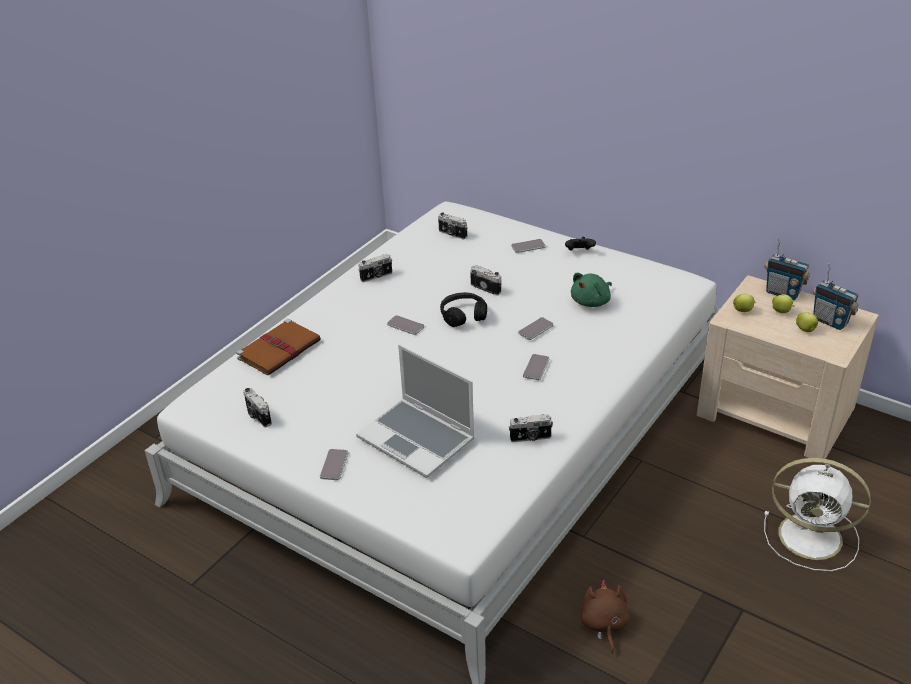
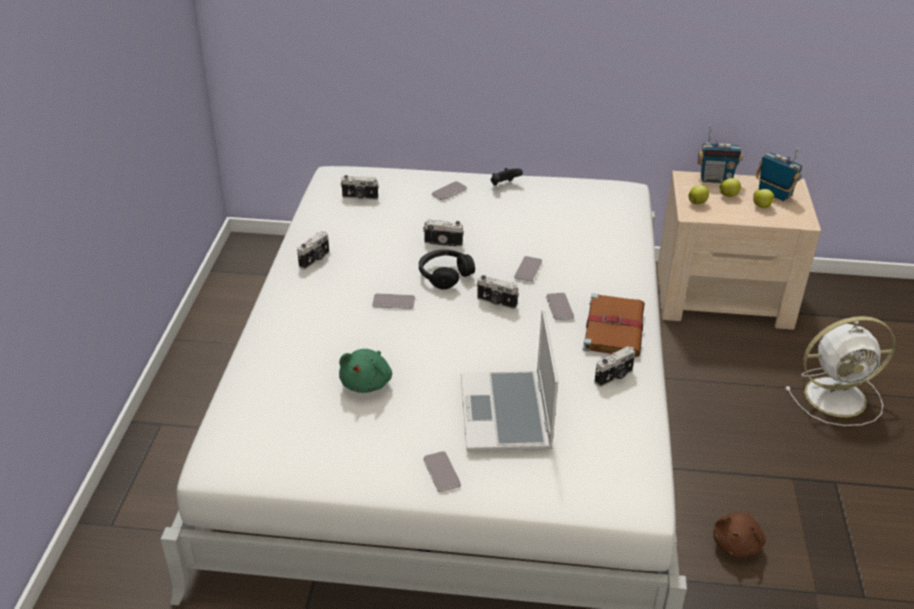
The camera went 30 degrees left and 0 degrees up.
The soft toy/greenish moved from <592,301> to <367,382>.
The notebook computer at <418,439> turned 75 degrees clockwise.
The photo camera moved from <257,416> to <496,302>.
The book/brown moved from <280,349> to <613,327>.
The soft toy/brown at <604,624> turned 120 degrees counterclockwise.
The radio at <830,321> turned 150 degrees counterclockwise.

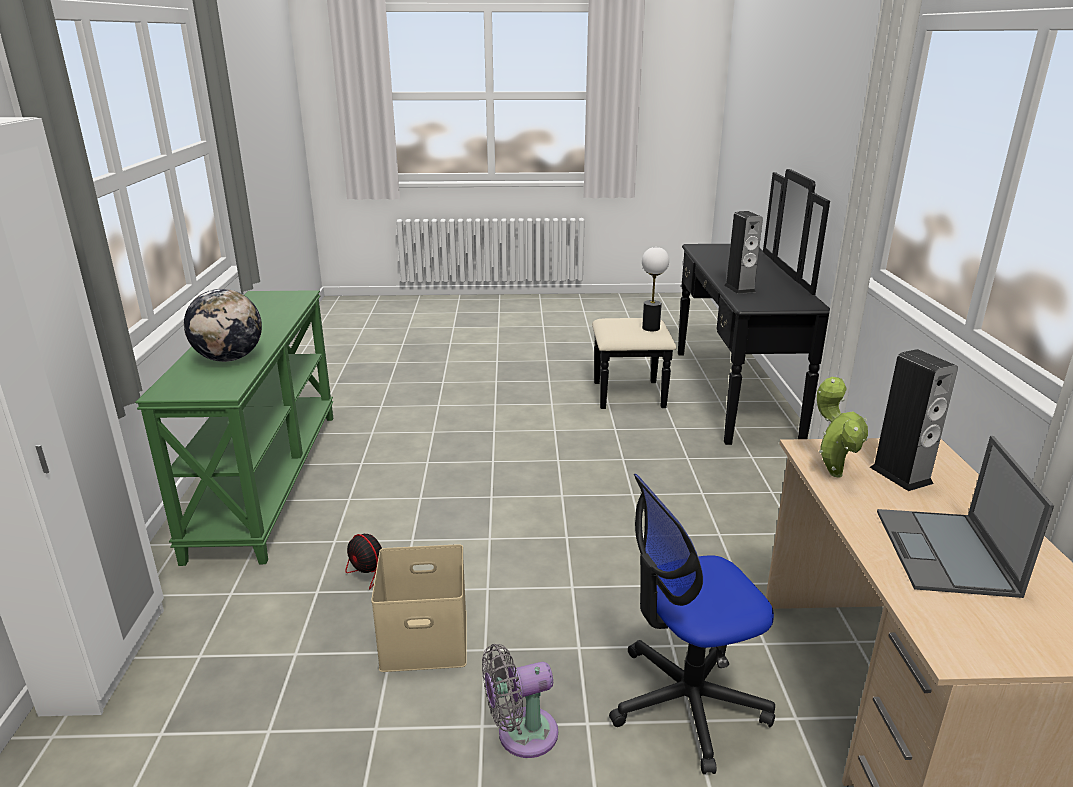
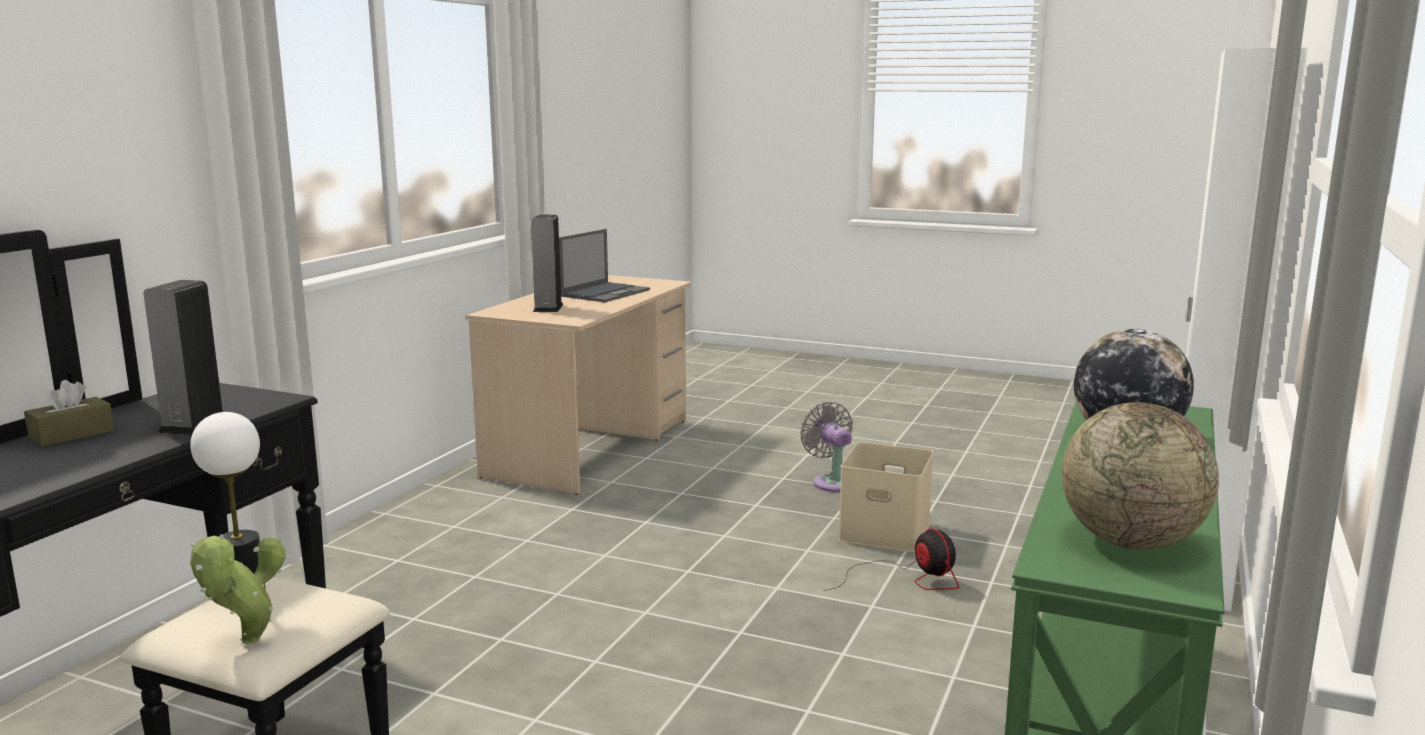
The camera went 155 degrees left and 10 degrees down.
The box of tissues/brown at <72,435> appeared.
The plant in a pot moved from <833,472> to <246,643>.
The electric fan/grey at <521,734> turned 120 degrees counterclockwise.
The globe at <1130,542> appeared.
The office chair at <686,703> disappeared.

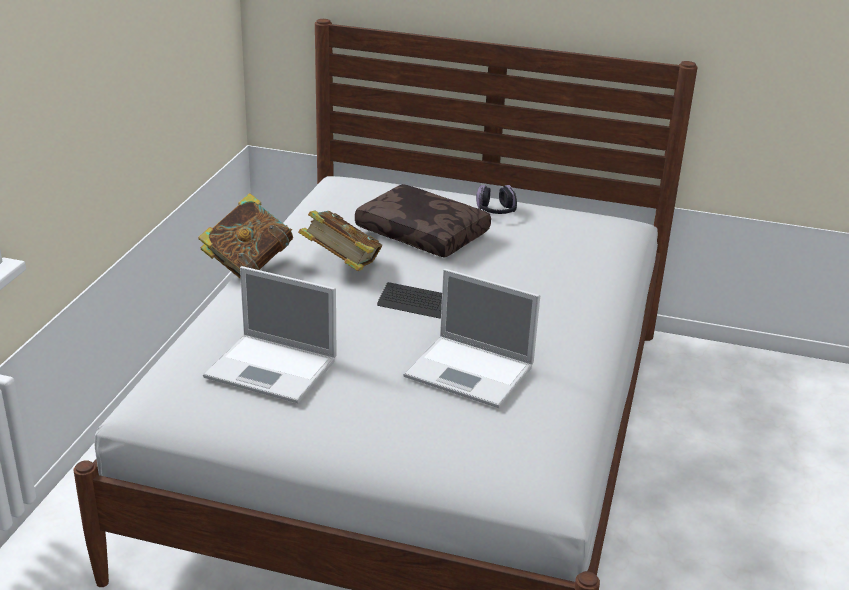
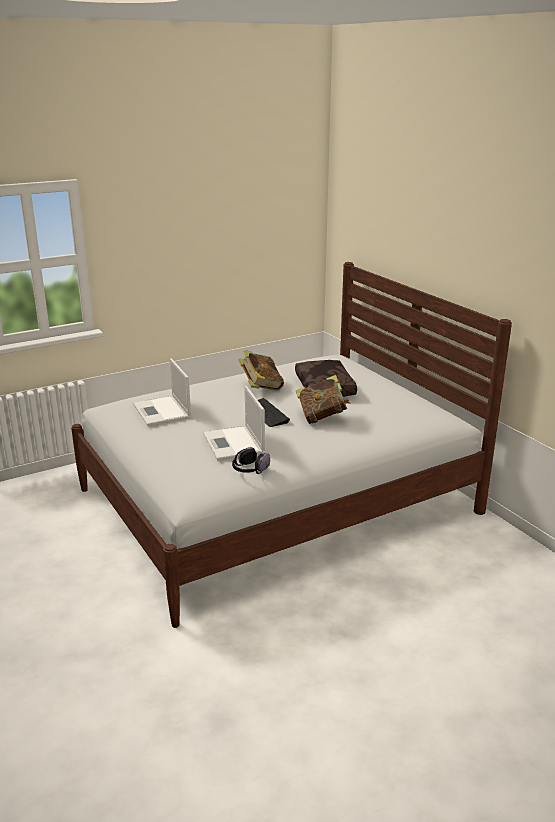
The camera went 45 degrees right and 5 degrees down.
The headphones moved from <496,212> to <249,470>.
The book moved from <248,266> to <322,417>.

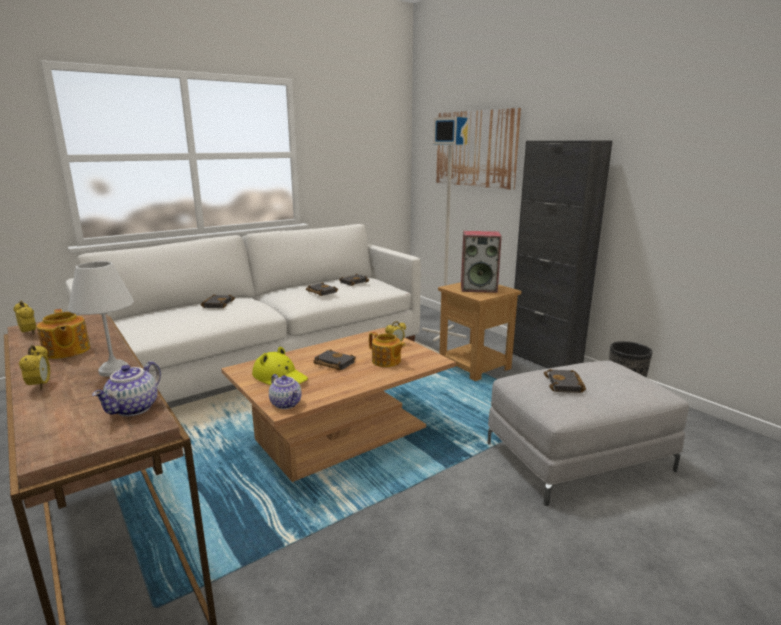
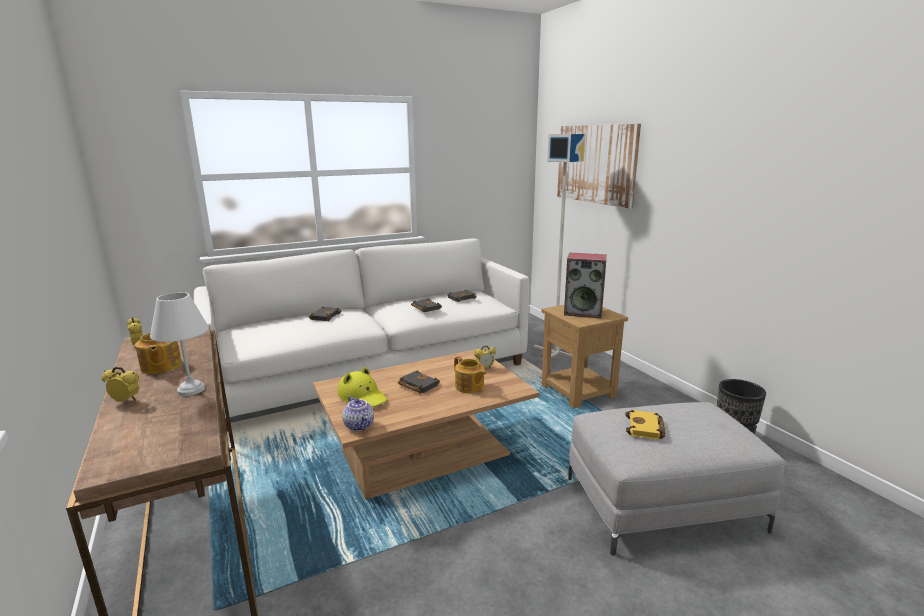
The camera went 10 degrees right and 0 degrees up.
The table clock at <40,386> turned 75 degrees counterclockwise.
The book/black at <565,385> became the book/yellow-coloured at <646,429>.
The pot for tea at <134,409> disappeared.
The storage cabinet/black at <544,360> disappeared.

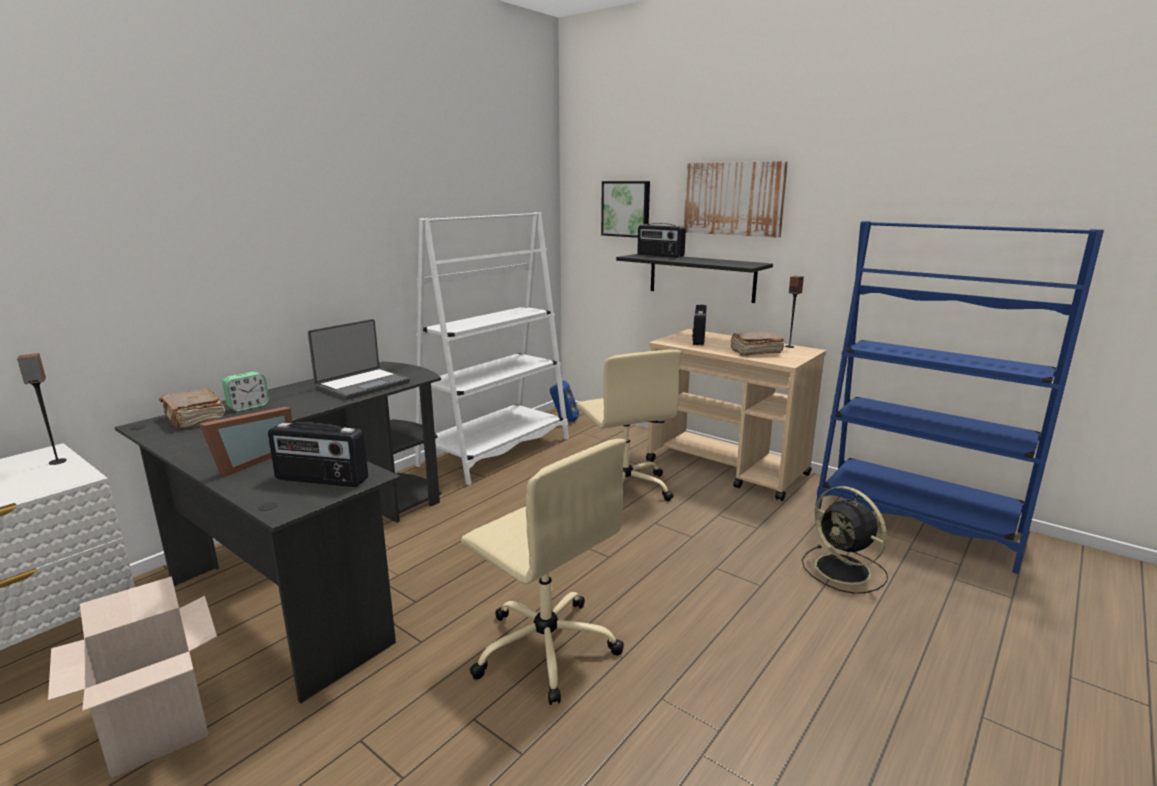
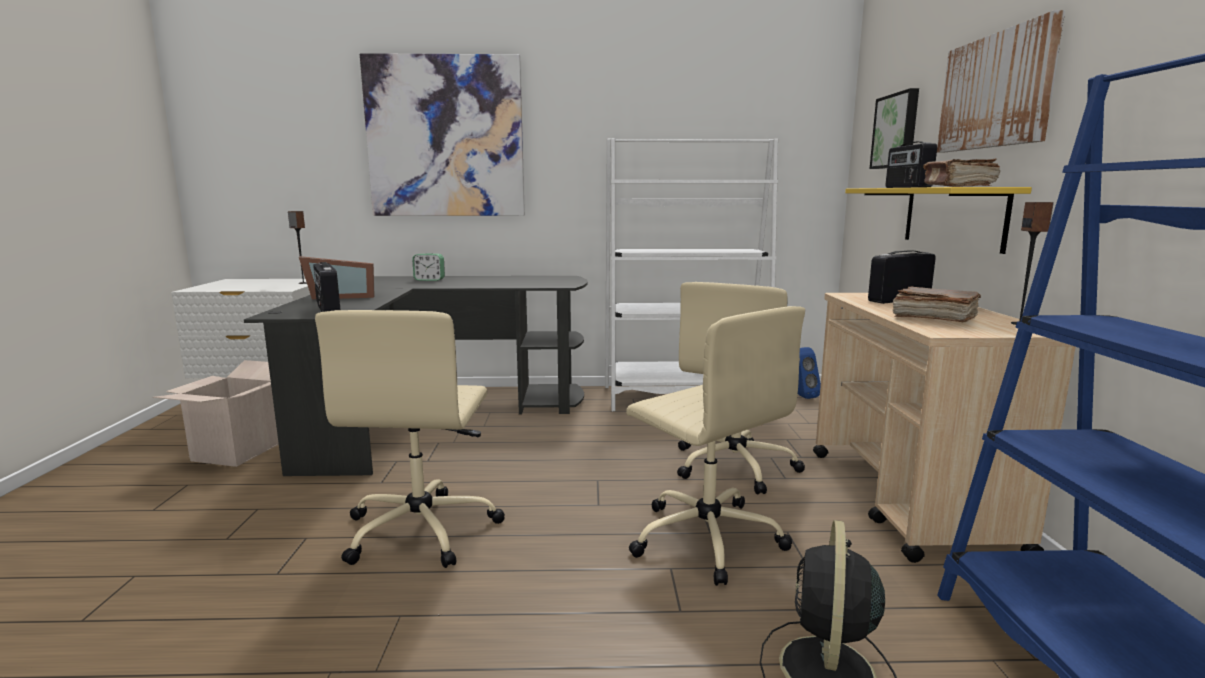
The camera went 50 degrees right and 5 degrees down.
The wall picture at <445,137> appeared.
The office chair/beige at <705,537> appeared.
The wall shelf/black at <701,277> became the wall shelf/yellow-coloured at <953,217>.
The book/brown moved from <194,419> to <957,186>.
The notebook computer at <362,385> disappeared.

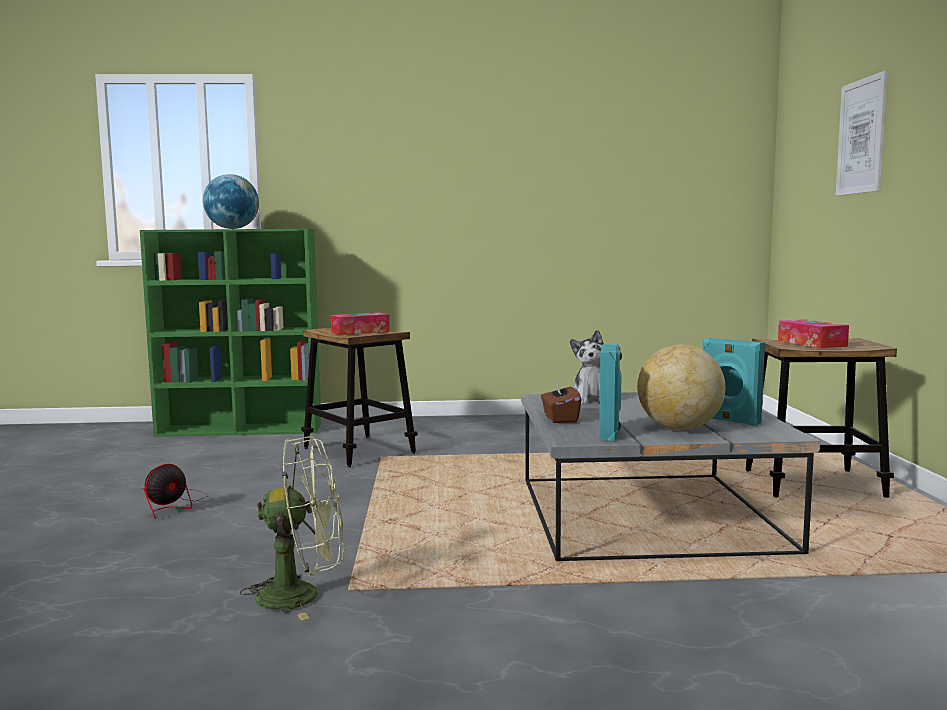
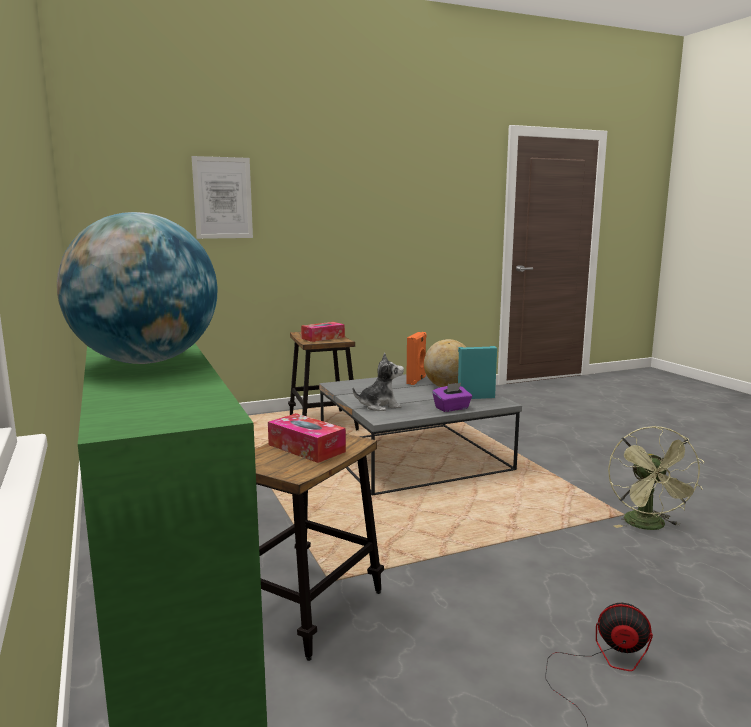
The camera went 110 degrees left and 5 degrees up.
The loudspeaker/turquoise-coloured at <729,421> became the loudspeaker/orange at <417,380>.
The box of tissues/brown at <560,418> became the box of tissues/purple at <452,408>.
The electric fan/greenish at <302,595> turned 150 degrees counterclockwise.

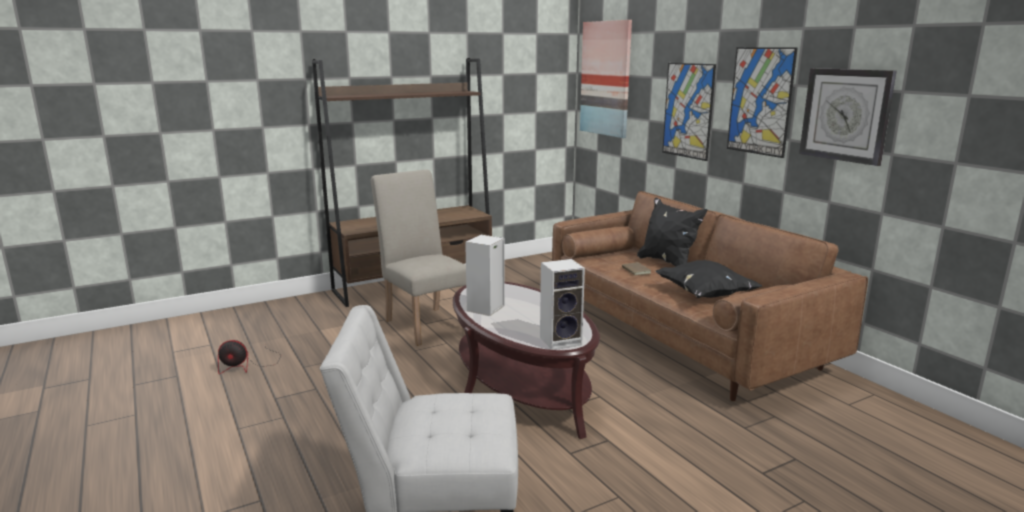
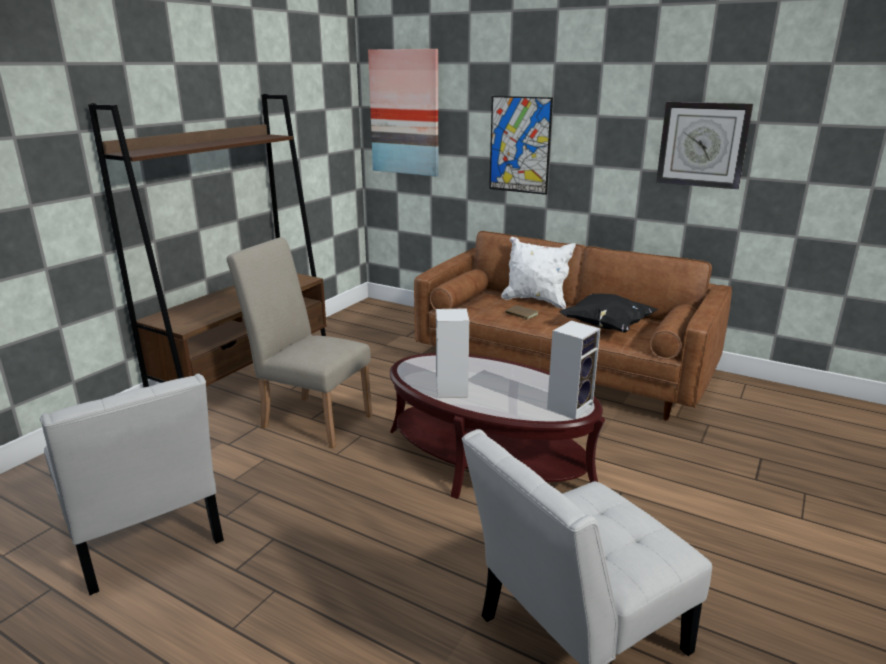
The camera went 30 degrees left and 5 degrees up.
The electric fan at <248,365> was replaced by the plain chair/whitish at <145,538>.
The cushion/black at <668,263> became the cushion/whitish at <535,301>.
The wall picture at <760,101> disappeared.

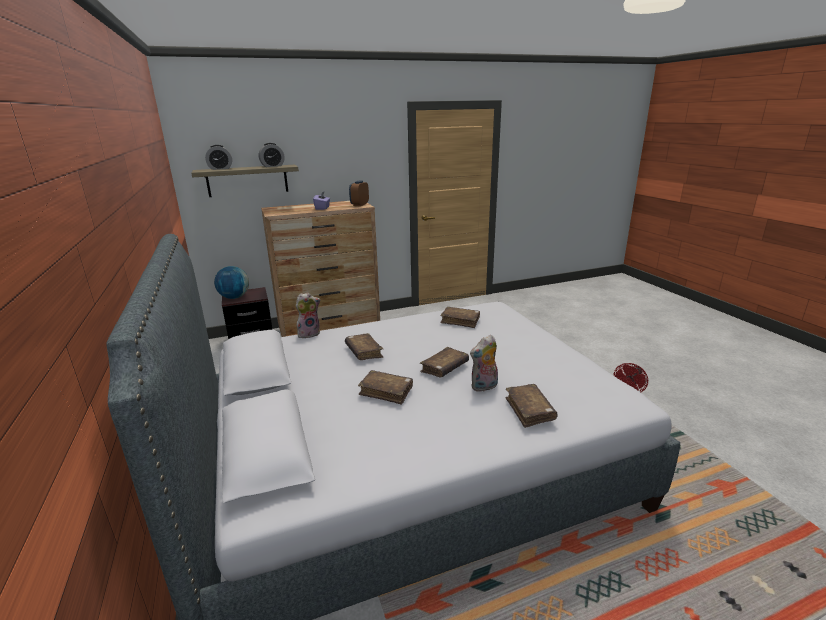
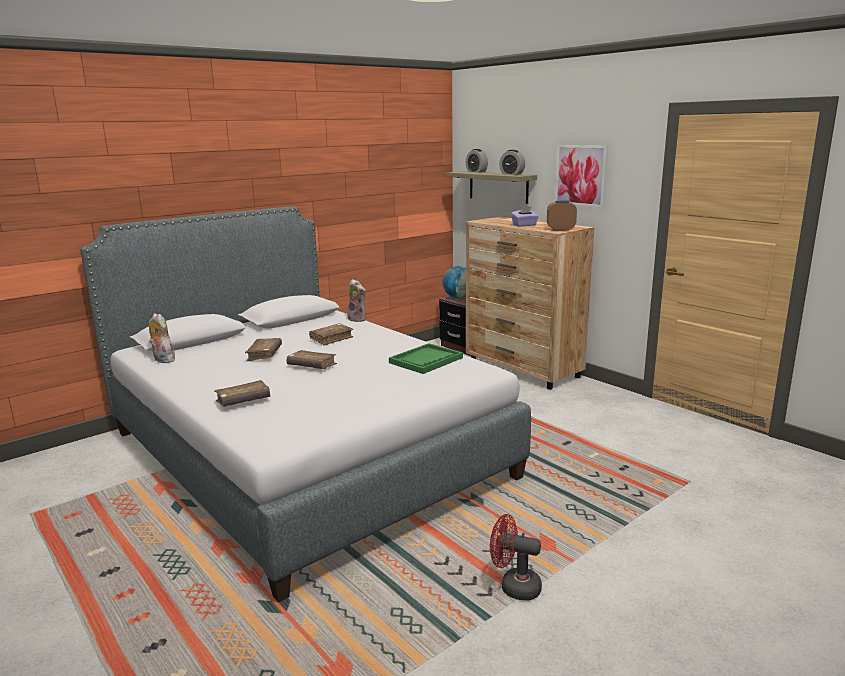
The camera went 70 degrees right and 5 degrees down.
The soft toy moved from <484,387> to <162,360>.
The book/brown at <460,321> was replaced by the tray/greenish at <426,360>.
The wall picture at <581,175> appeared.

